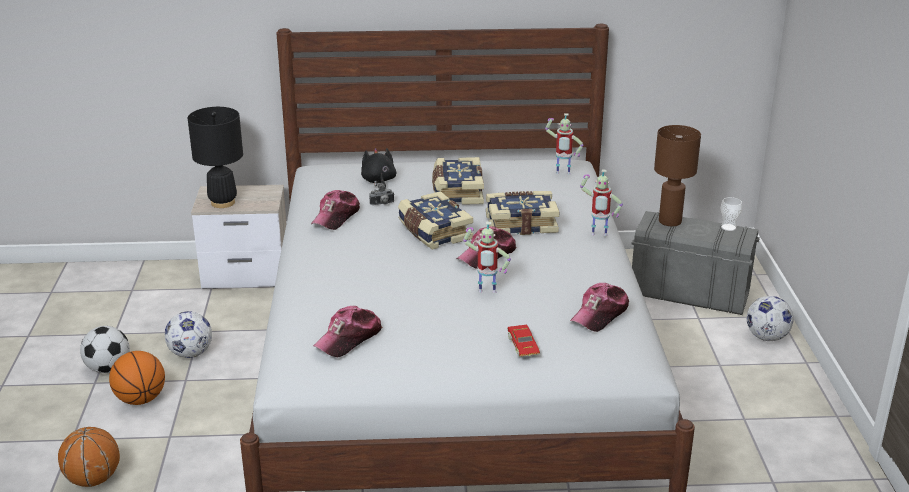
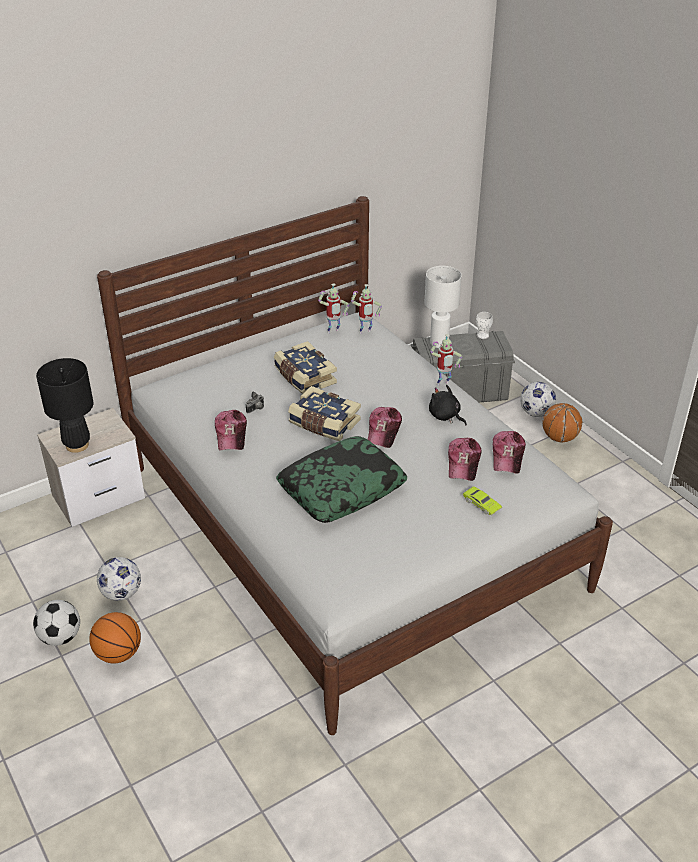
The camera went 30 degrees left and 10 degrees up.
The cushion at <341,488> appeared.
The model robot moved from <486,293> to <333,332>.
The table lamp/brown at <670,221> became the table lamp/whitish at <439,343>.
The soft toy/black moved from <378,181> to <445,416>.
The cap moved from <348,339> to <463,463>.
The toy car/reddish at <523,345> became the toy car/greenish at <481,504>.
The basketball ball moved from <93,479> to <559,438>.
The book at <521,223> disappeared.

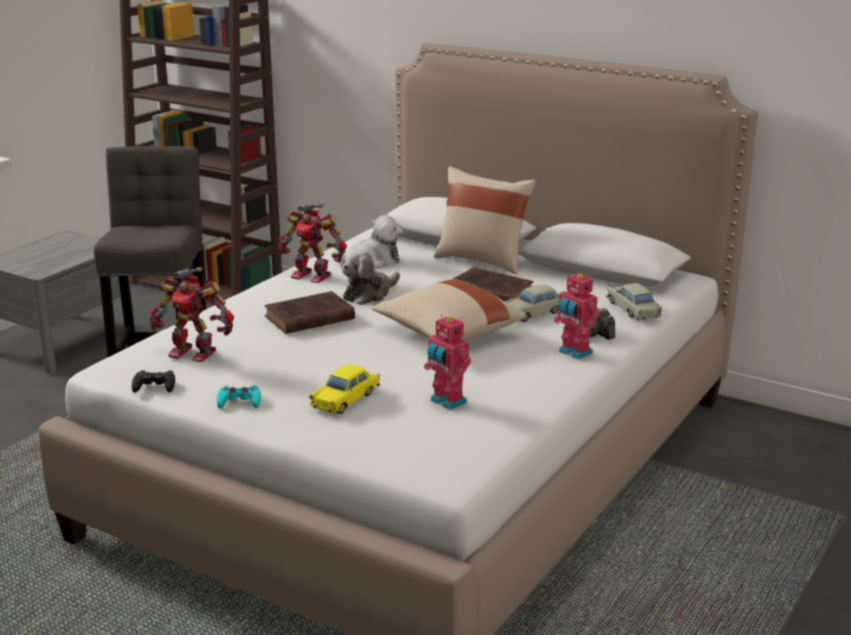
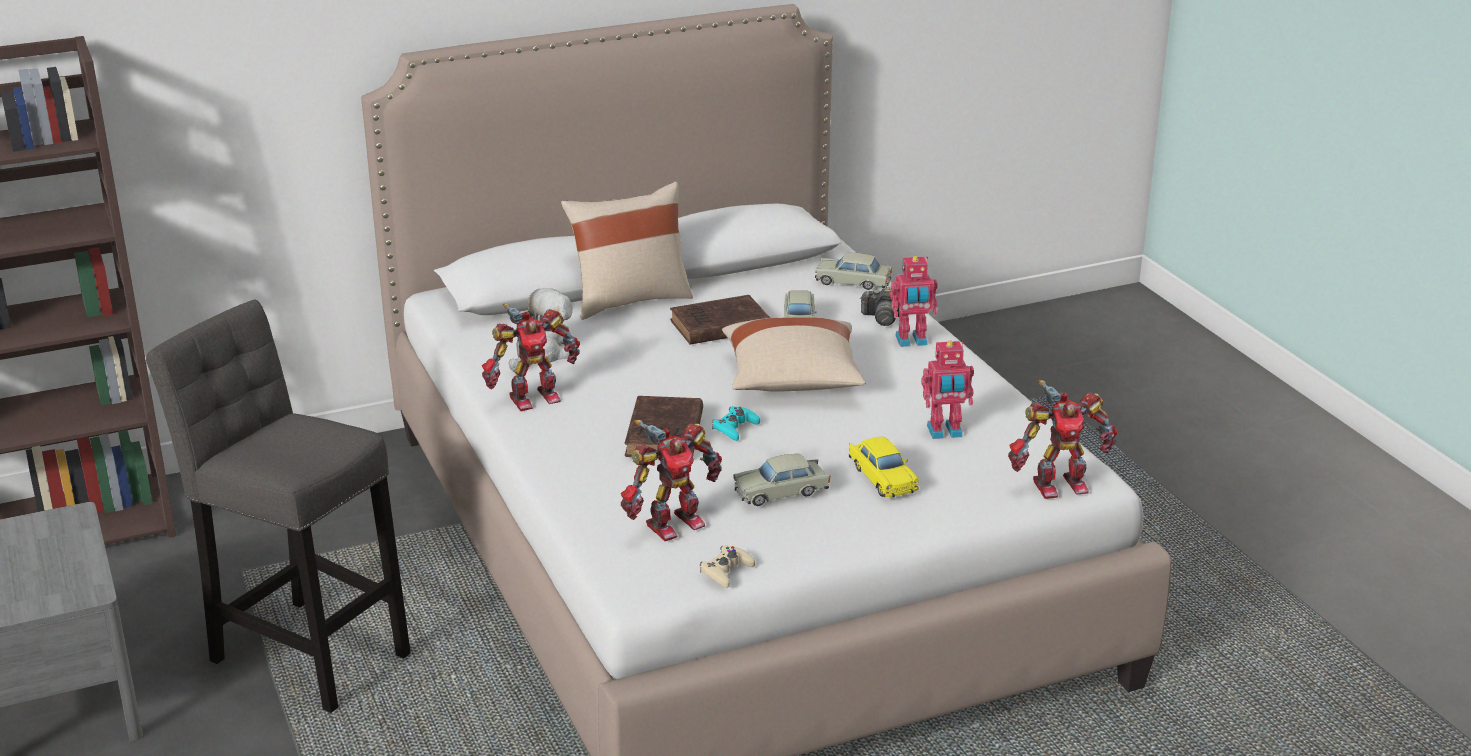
The camera went 55 degrees left and 5 degrees up.
The gamepad/black at <154,386> became the gamepad/beige at <726,571>.
The gamepad/turquoise-coloured moved from <239,401> to <735,428>.
The toy car/beige at <781,492> appeared.
The model robot at <1058,484> appeared.
The soft toy at <369,294> disappeared.

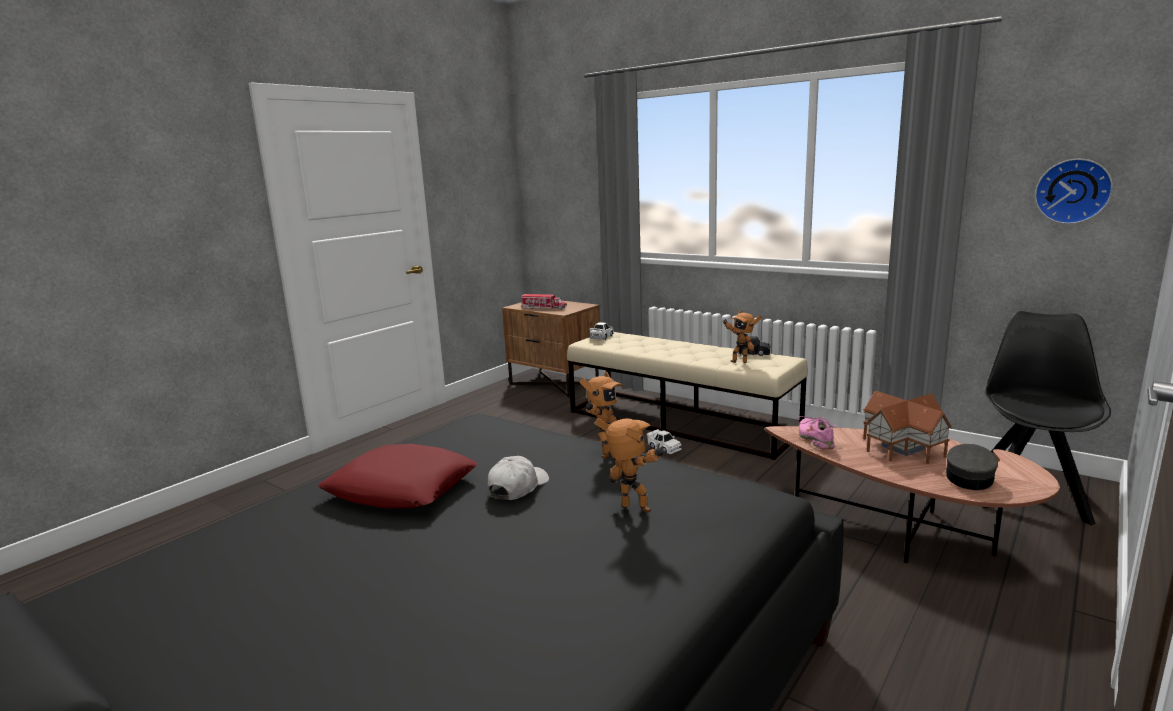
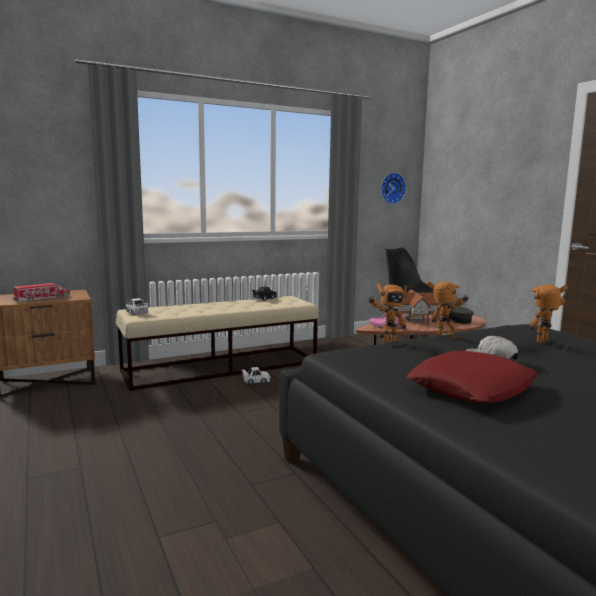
The camera went 65 degrees left and 5 degrees down.
The model robot moved from <739,361> to <386,342>.

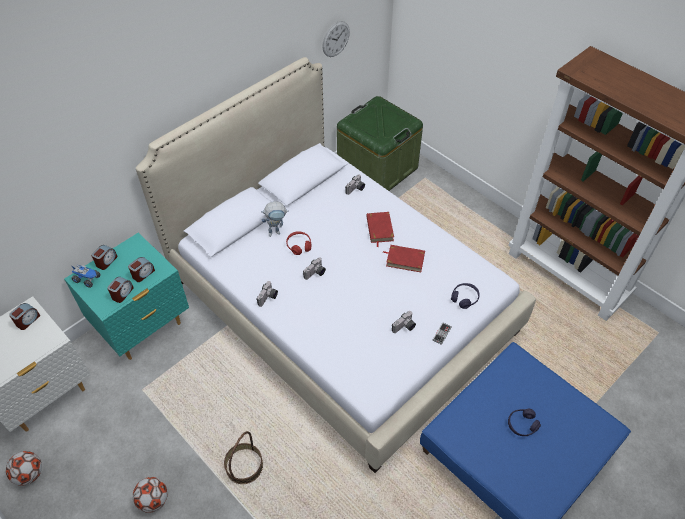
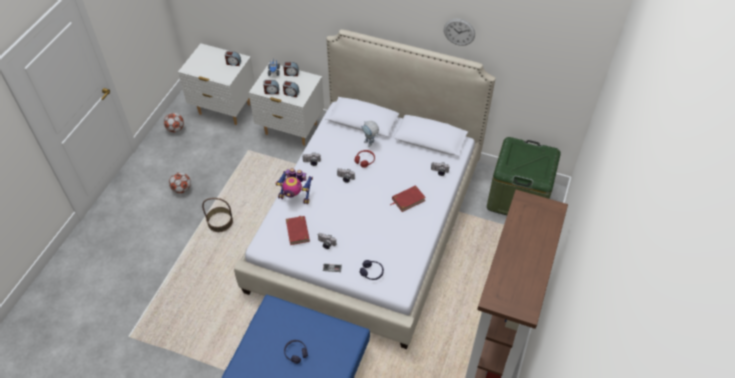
The camera went 65 degrees right and 0 degrees up.
The nightstand/turquoise-coloured at <143,328> became the nightstand/whitish at <291,130>.
The model robot at <295,196> appeared.
The book/reddish moved from <405,260> to <298,231>.
The clock on the wall moved from <336,39> to <459,32>.

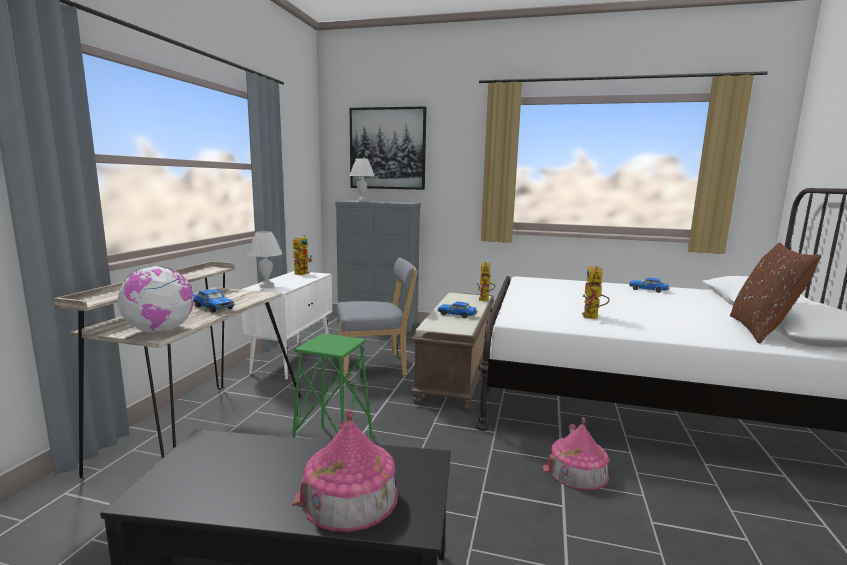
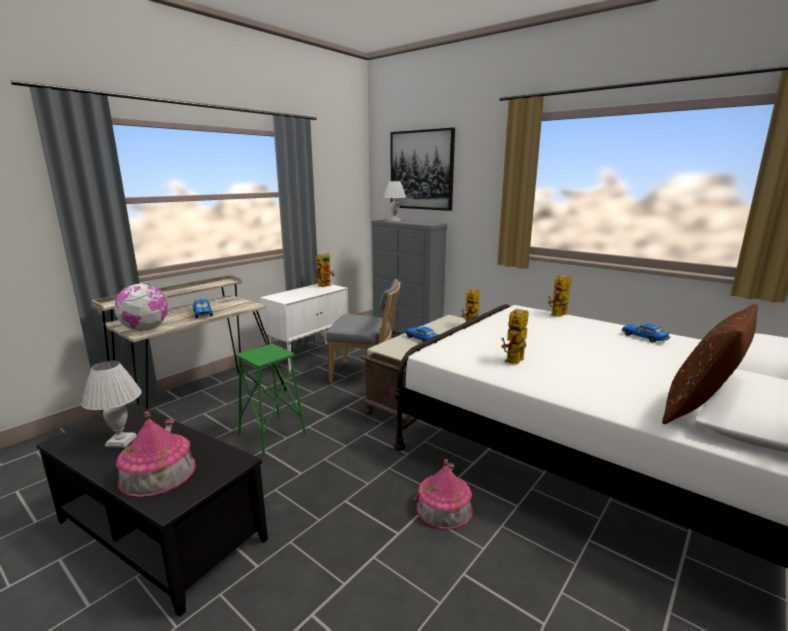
The camera went 25 degrees right and 5 degrees up.
The table lamp/whitish moved from <267,286> to <121,442>.
The model robot at <558,315> appeared.

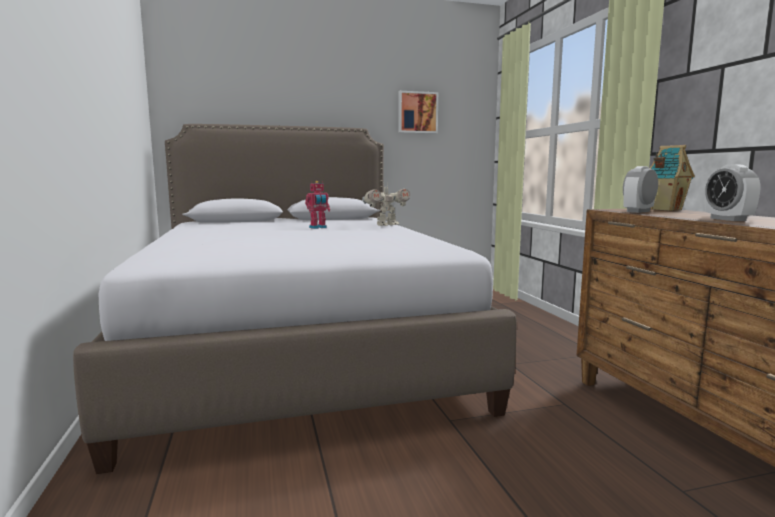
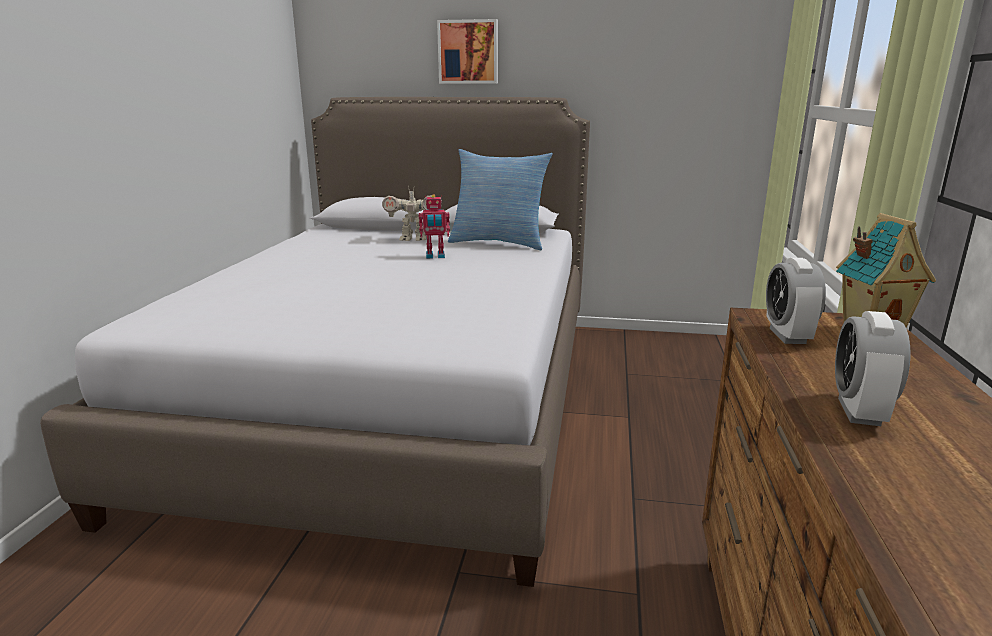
The camera went 25 degrees right and 10 degrees up.
The model robot moved from <386,225> to <413,239>.
The wall picture moved from <417,112> to <468,52>.
The cushion at <499,243> appeared.
The table clock at <638,211> turned 75 degrees counterclockwise.

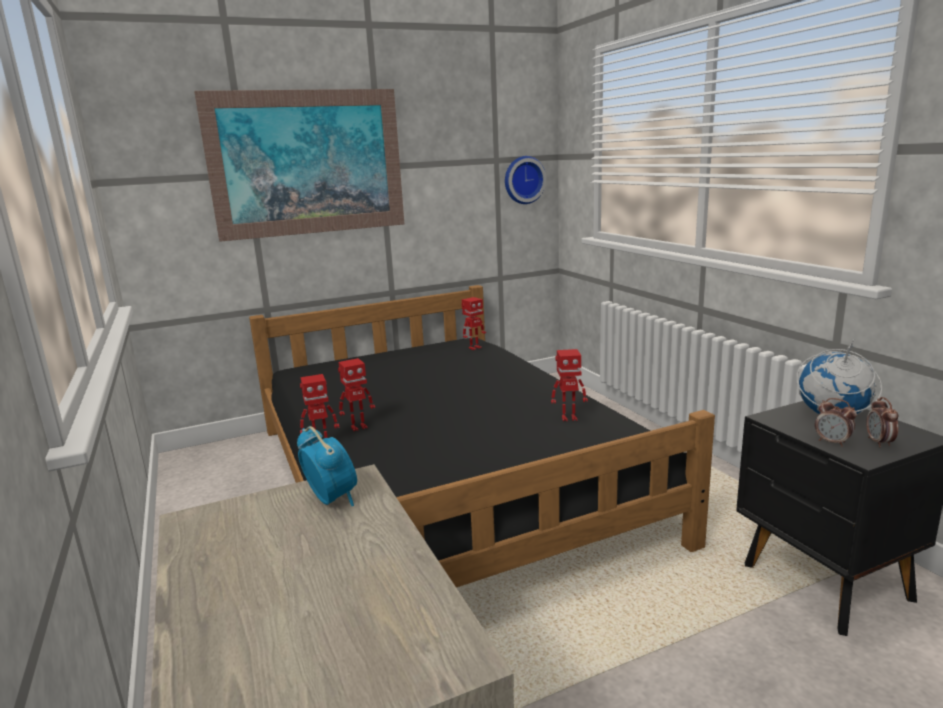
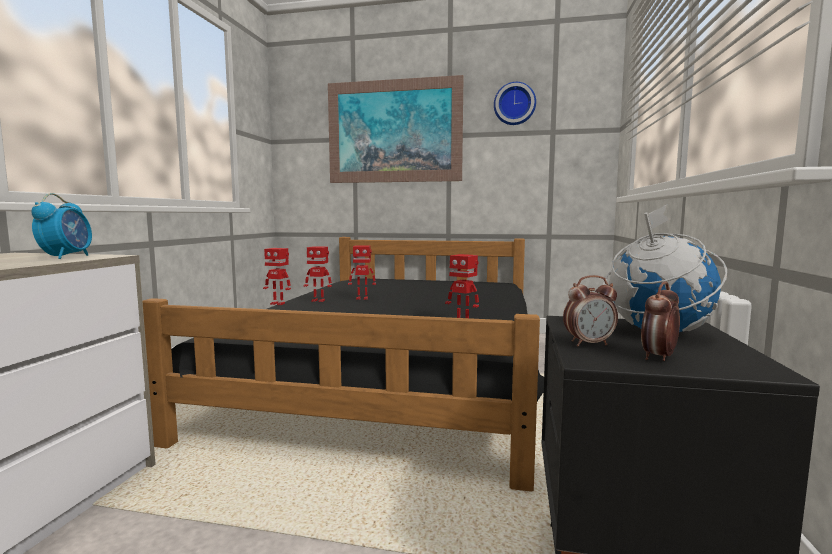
The camera went 35 degrees right and 10 degrees down.
The model robot moved from <474,348> to <362,298>.
The clock on the wall moved from <523,180> to <514,104>.
The table clock at <832,442> turned 90 degrees counterclockwise.

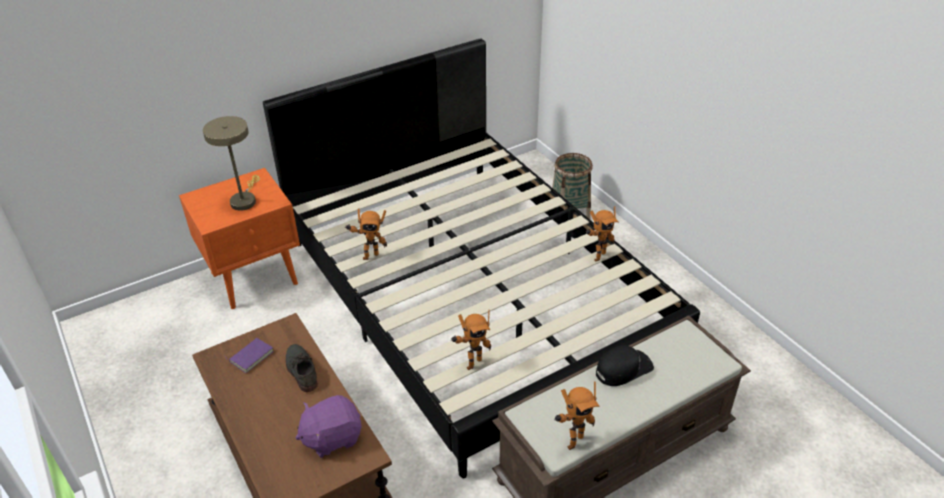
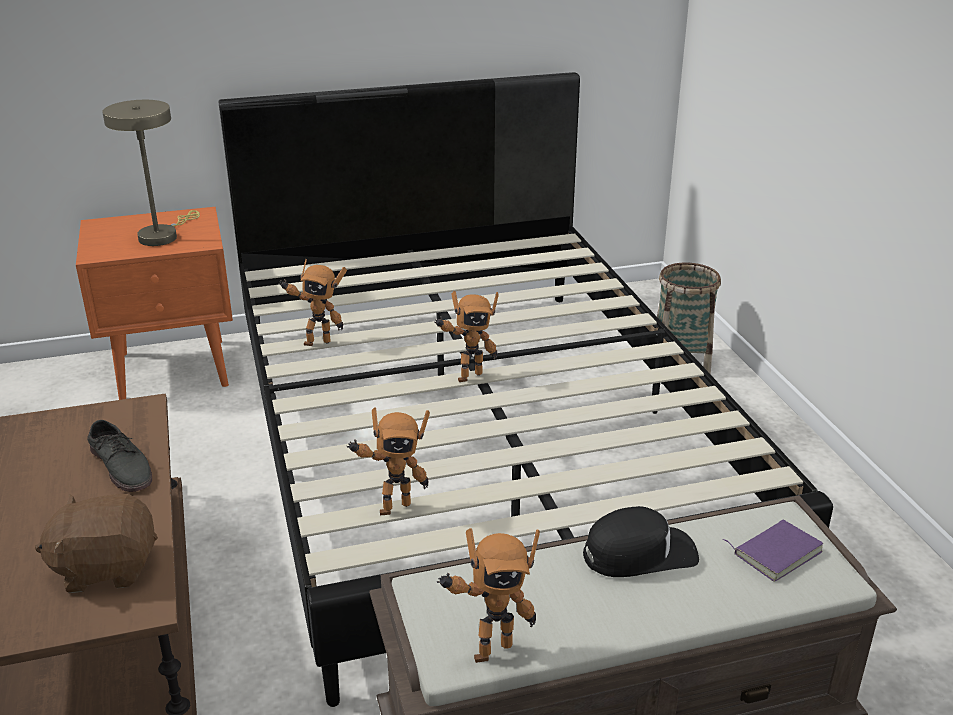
The camera went 15 degrees right and 10 degrees down.
The soft toy/purple at <332,437> became the soft toy/brown at <106,567>.
The shoe/grey at <301,370> turned 150 degrees clockwise.
The model robot moved from <597,256> to <467,375>.
The book/purple moved from <251,356> to <775,552>.

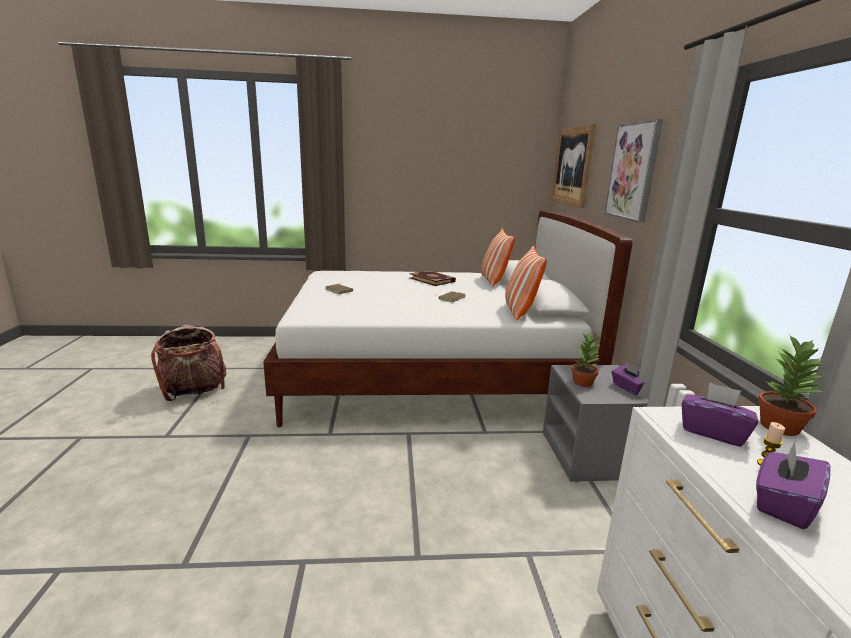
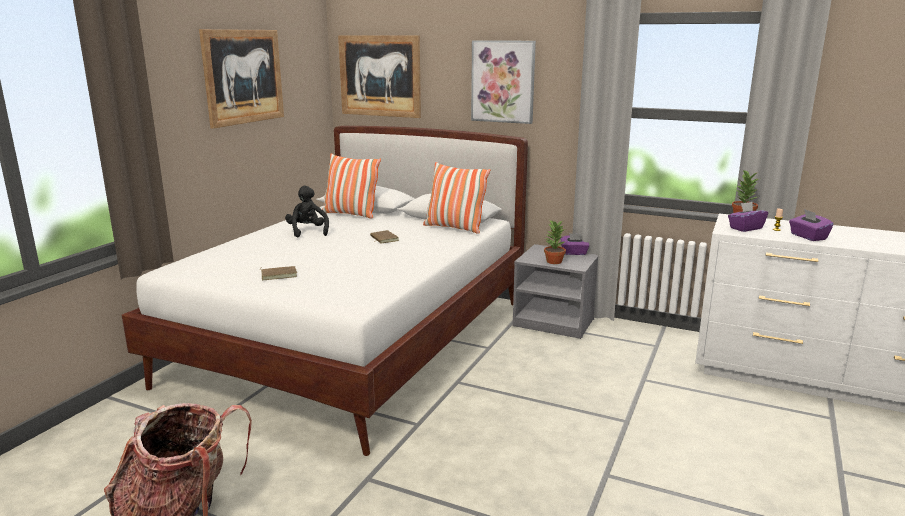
The camera went 60 degrees left and 0 degrees up.
The wall picture at <243,76> appeared.
The book at <432,280> was replaced by the soft toy/black at <308,232>.

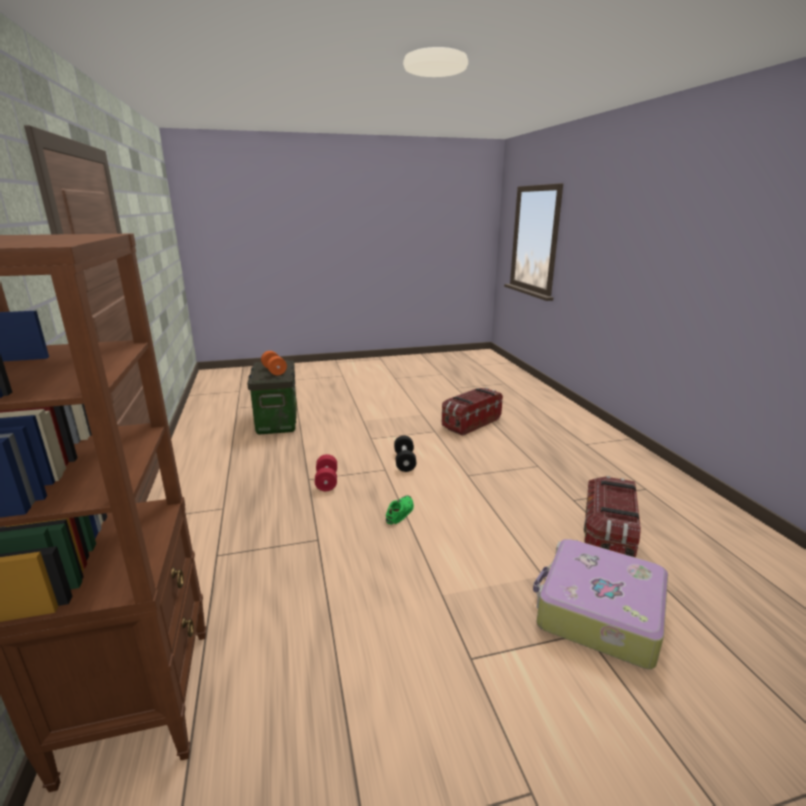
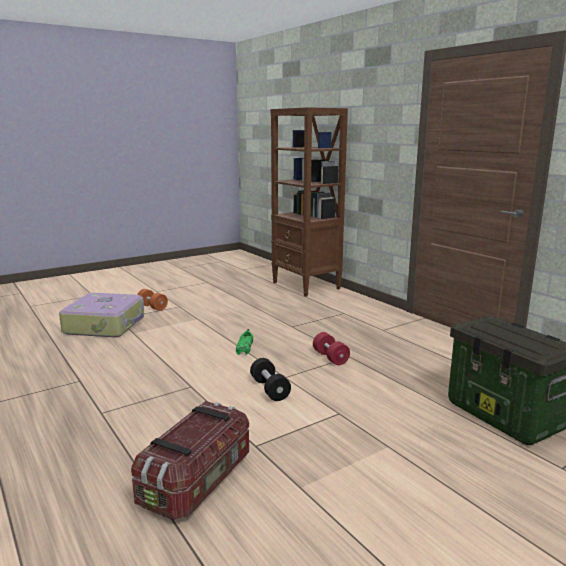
The camera went 160 degrees right and 5 degrees down.
The hand weight/orange moved from <274,371> to <152,307>.
The storage container at <607,536> disappeared.

